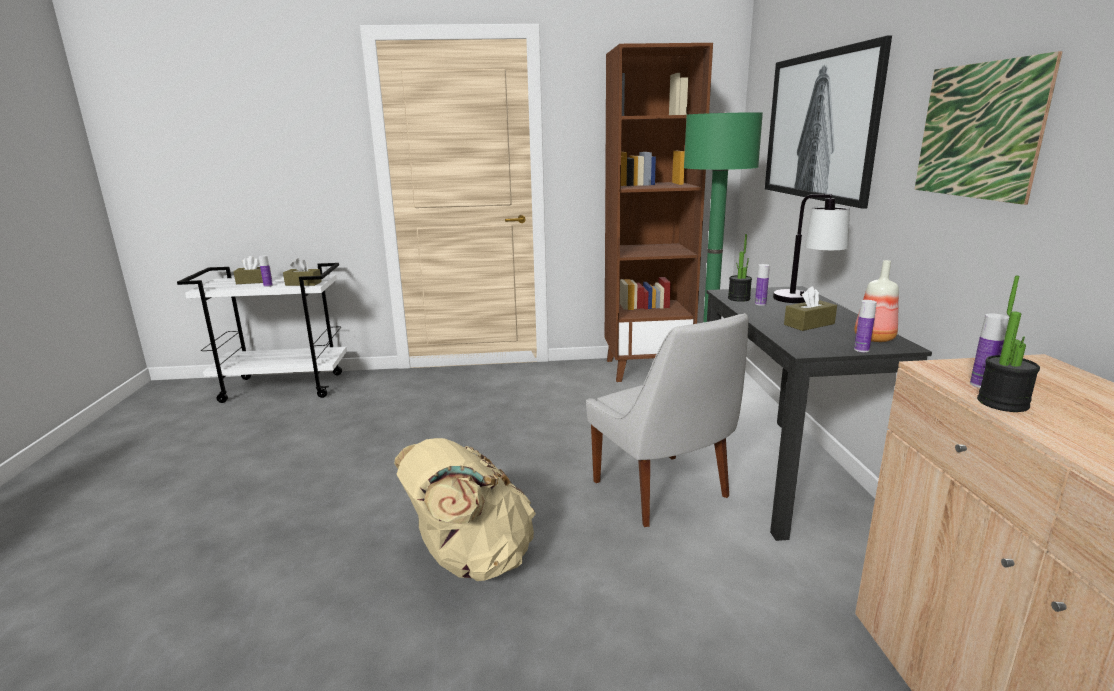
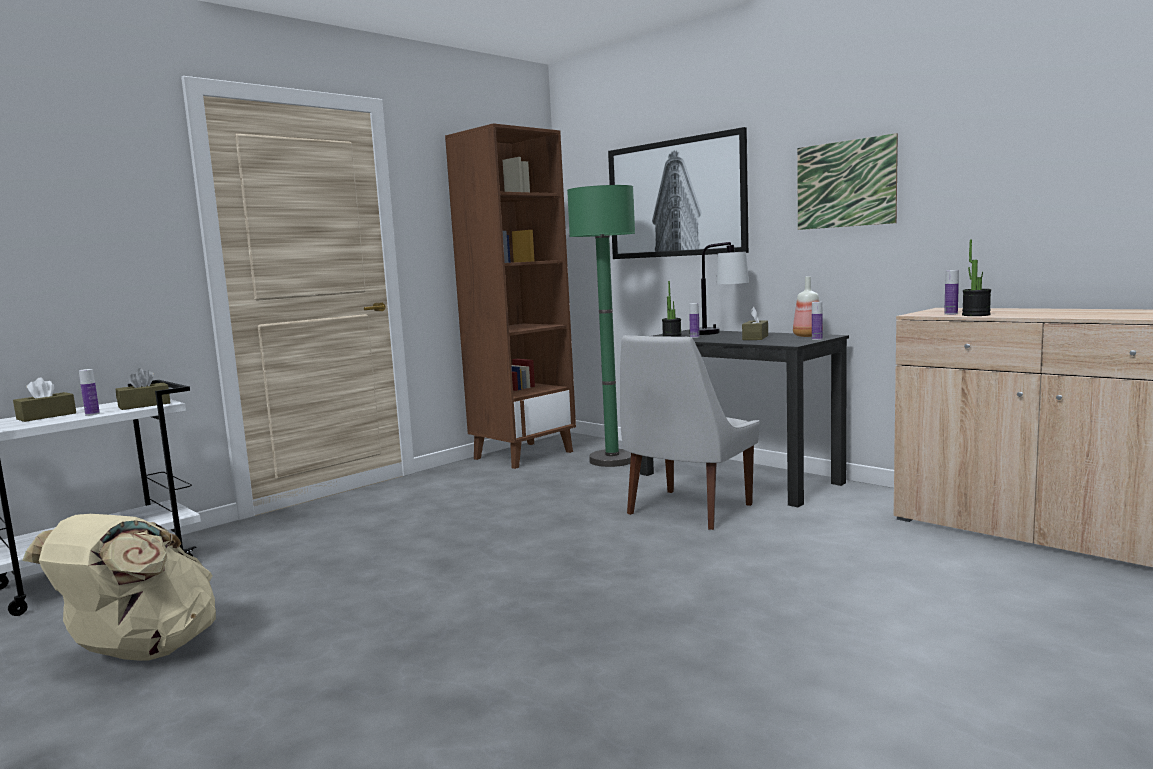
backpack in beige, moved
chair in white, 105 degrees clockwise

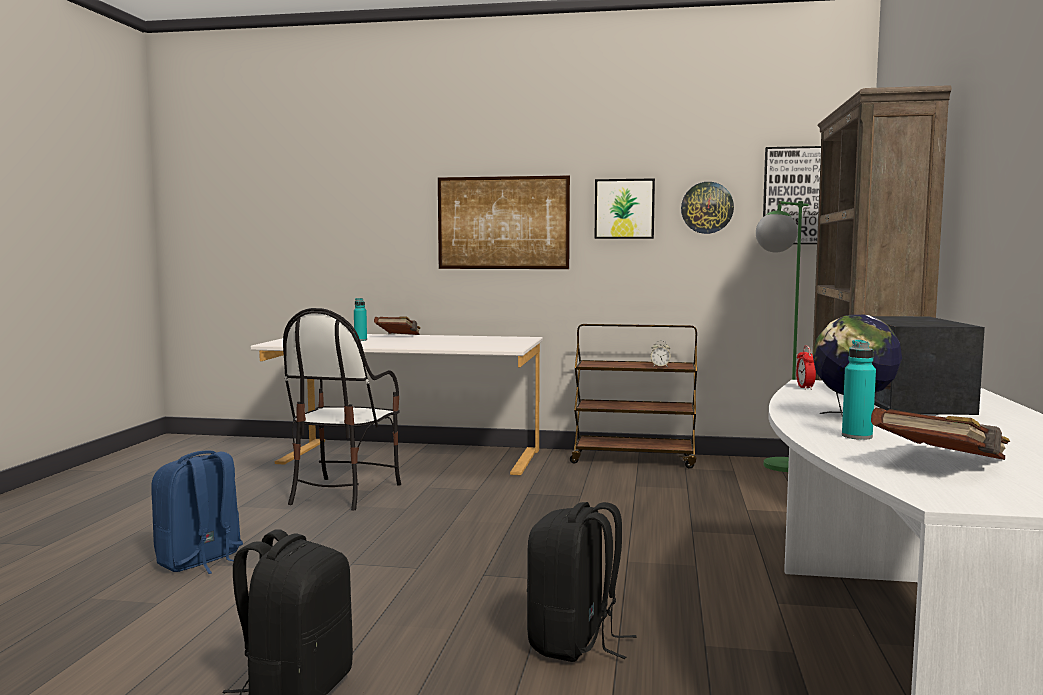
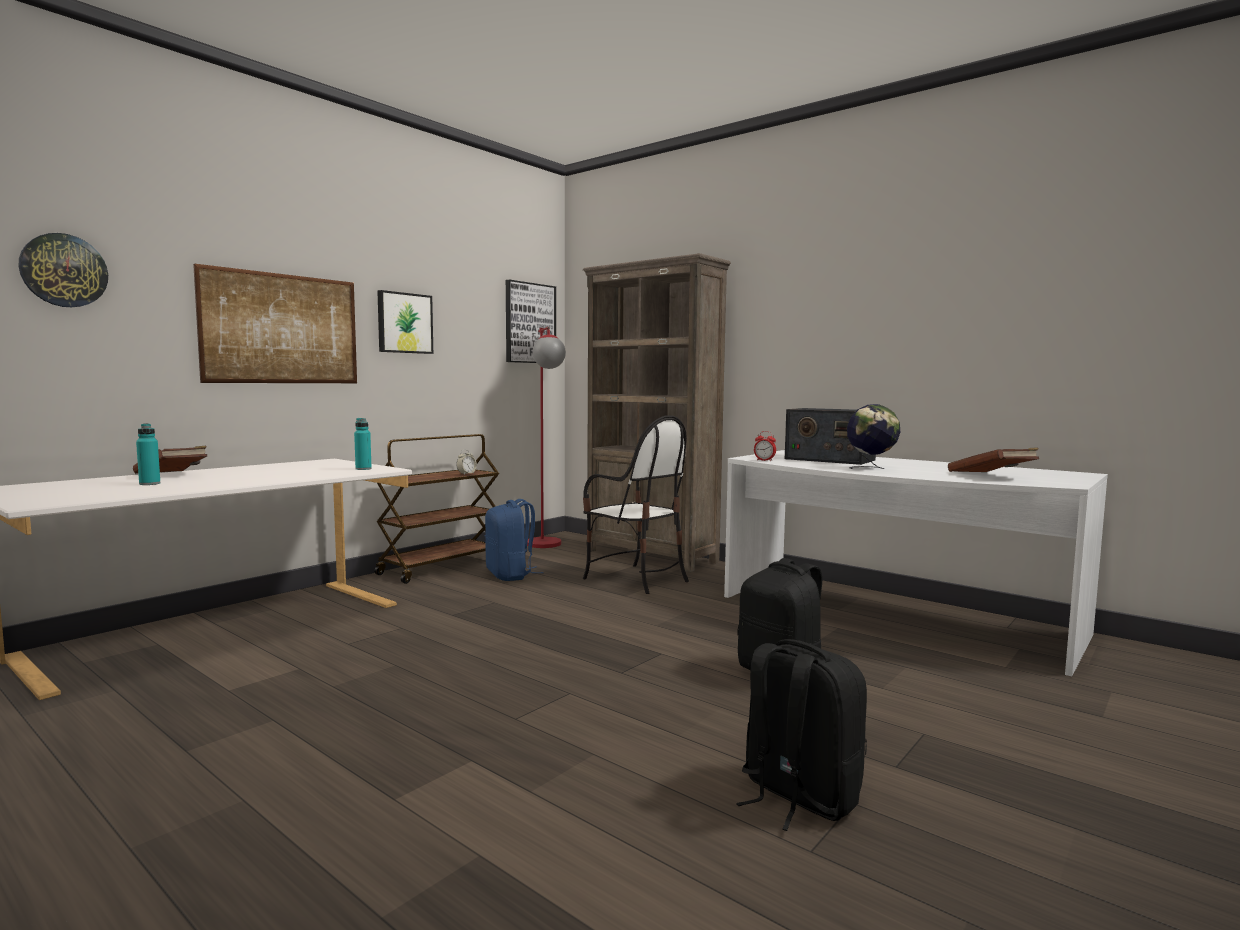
wall clock, moved
bottle in turquoise (2nd from left), moved
backpack in blue, moved
floor lamp in green → floor lamp in red
chair, moved

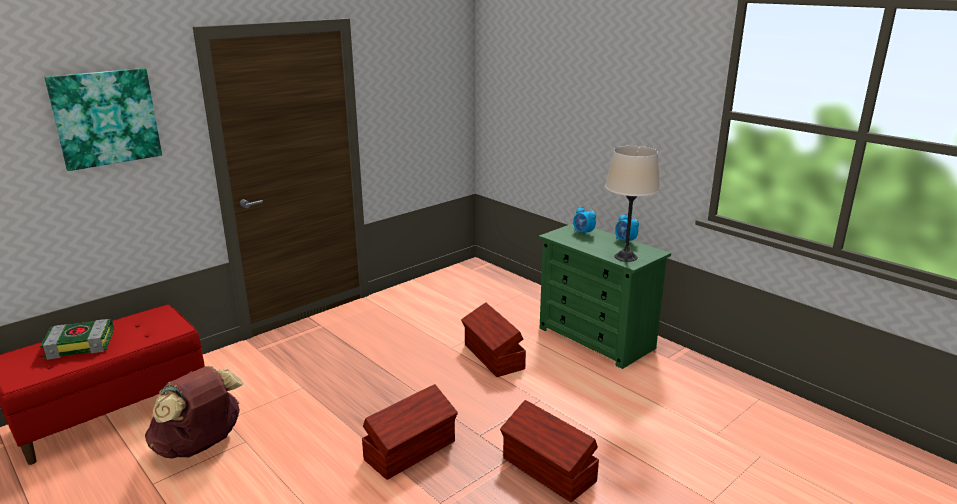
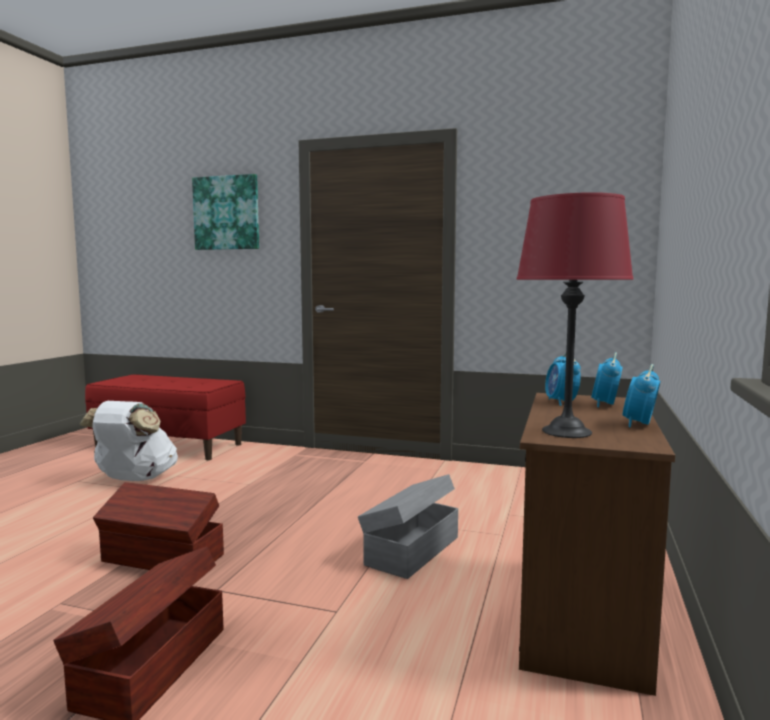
backpack in brown → backpack in white
storage box in brown (2nd from left) → storage box in grey
table lamp in beige → table lamp in red
dresser in green → dresser in brown
- → alarm clock (1st from left)
book → -

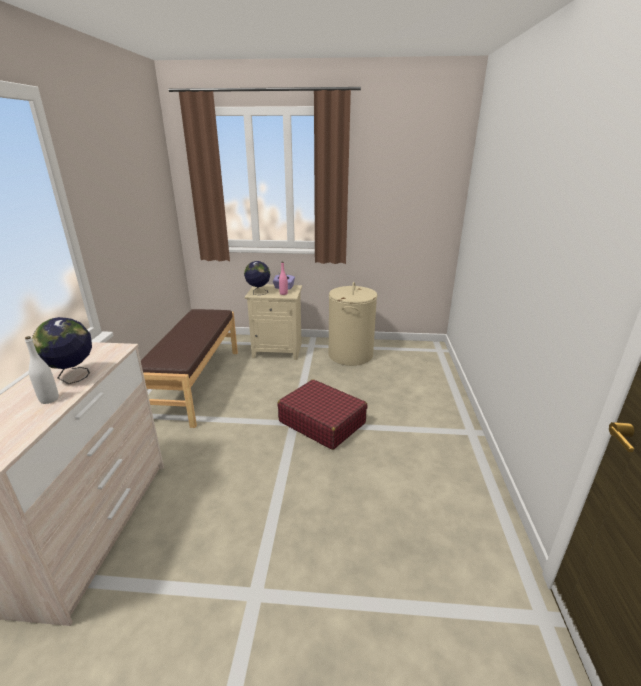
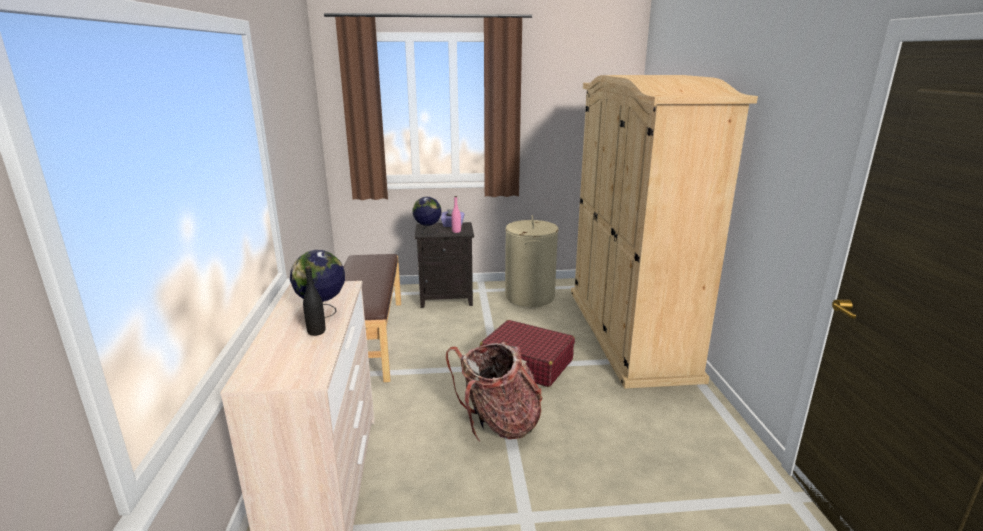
bottle in white → bottle in black
nightstand in beige → nightstand in black
- → backpack
- → wardrobe in beige

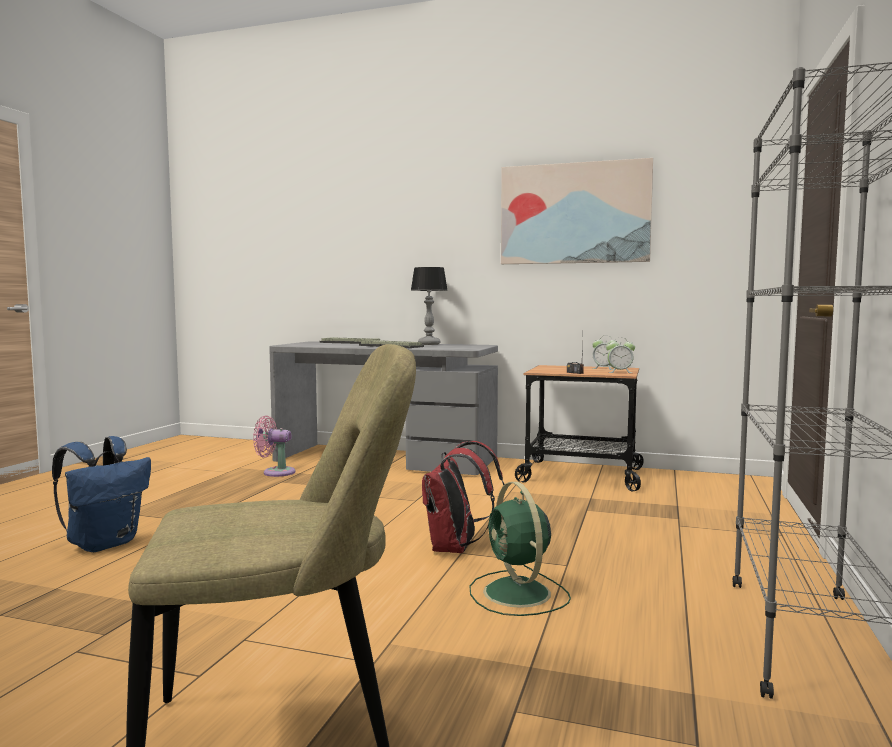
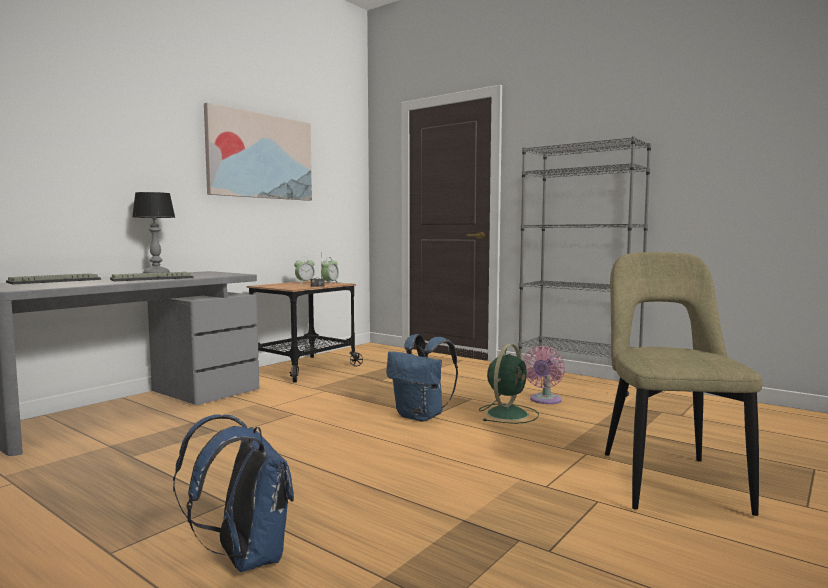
backpack in red → backpack in blue (2nd from left)
fan in green, 60 degrees counterclockwise
fan in pink, moved

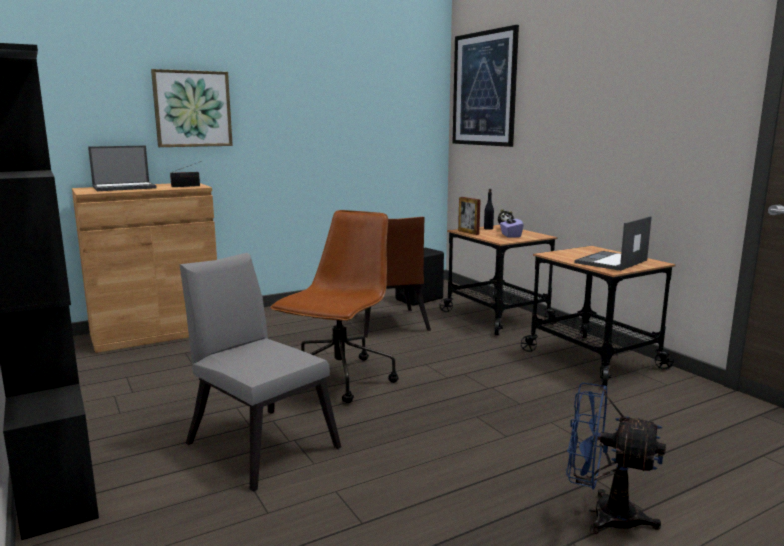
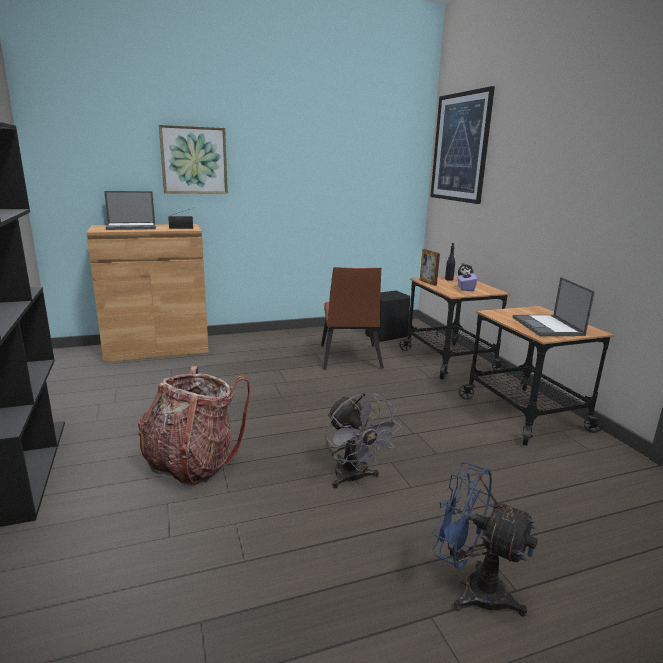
chair in grey → backpack
- → fan in grey
laptop (2nd from left), 60 degrees counterclockwise
office chair in brown → -

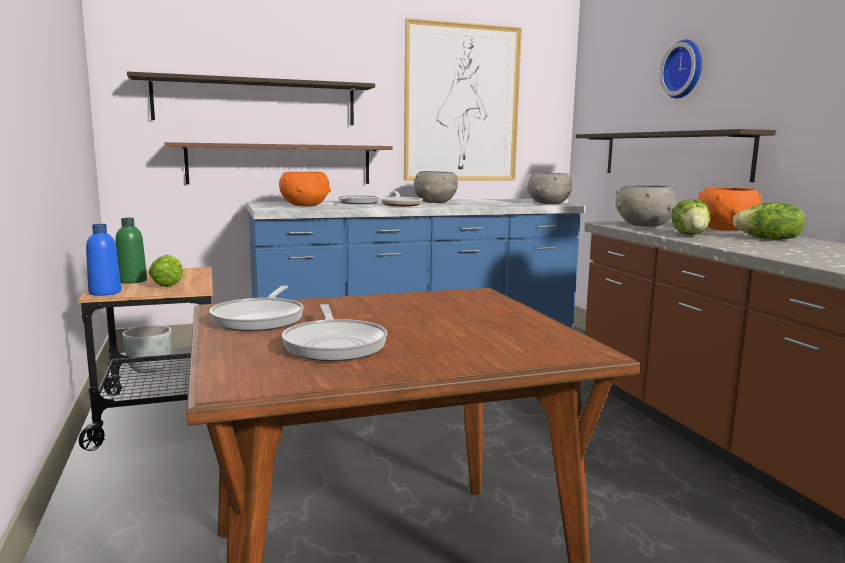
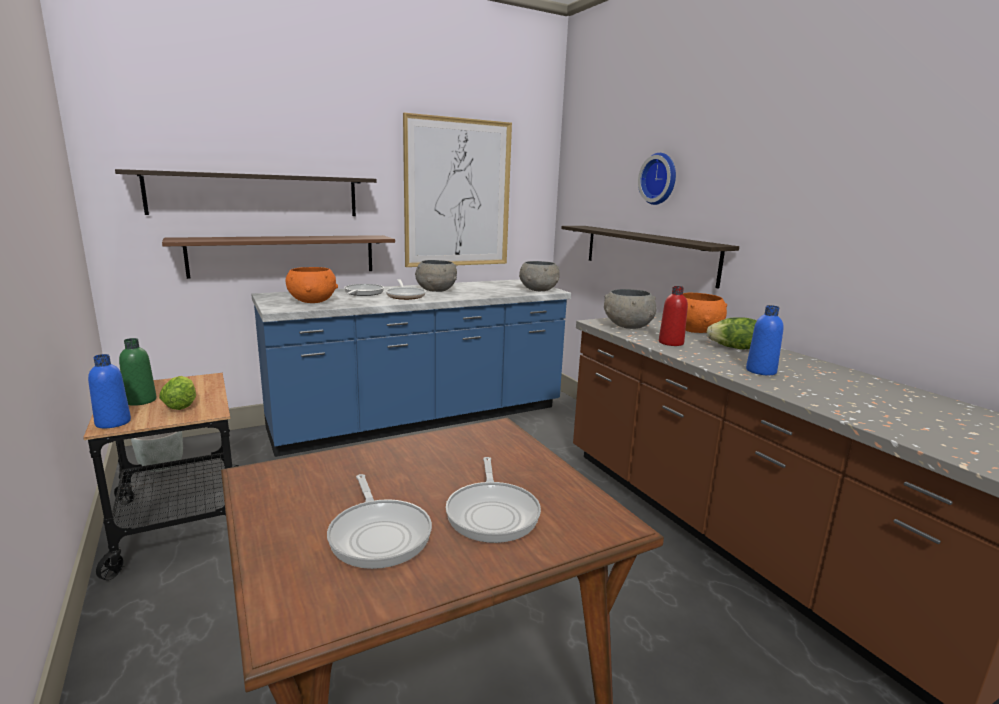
frying pan (1st from left in the first image) → frying pan (4th from left), moved
lettuce (2nd from left) → bottle in red
- → bottle in blue (2nd from left)

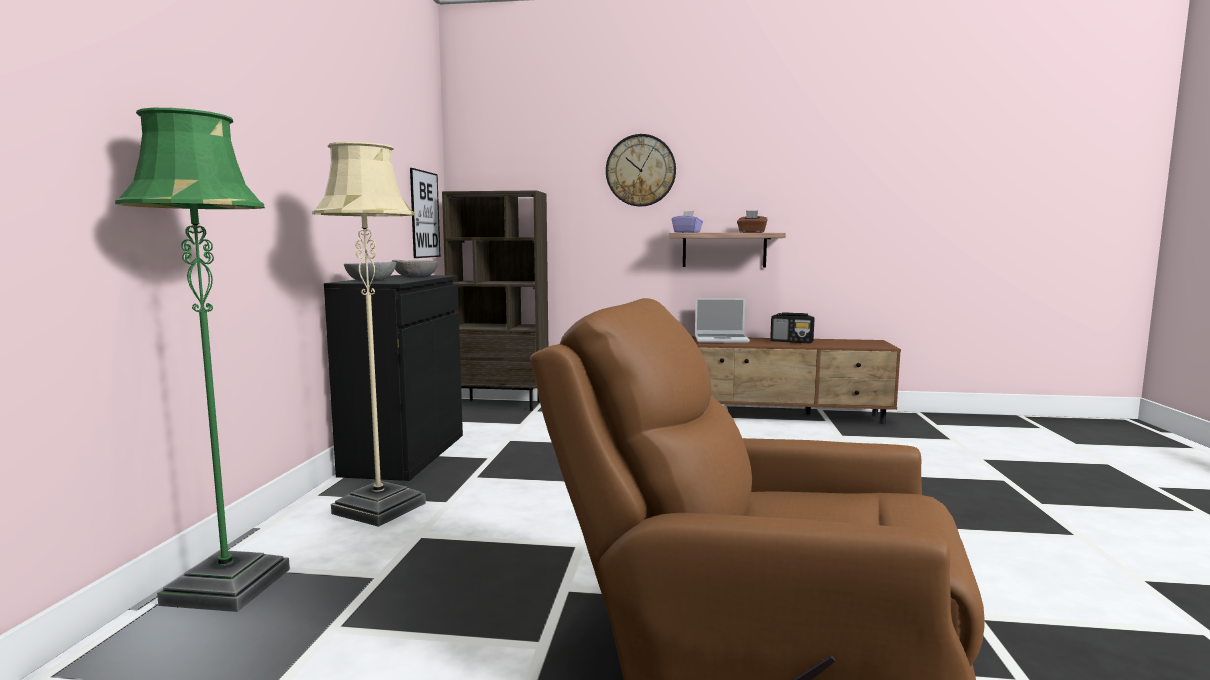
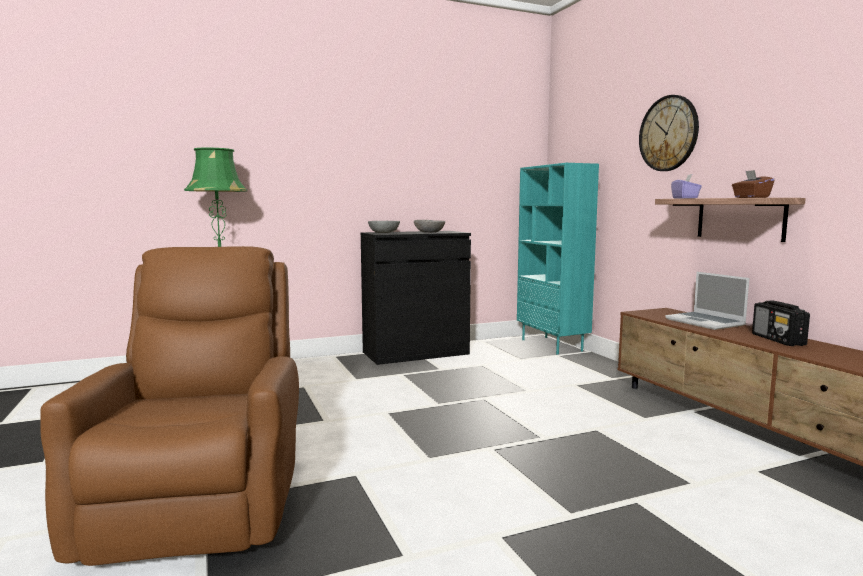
bookcase in brown → bookcase in turquoise
floor lamp in beige → -
picture → -

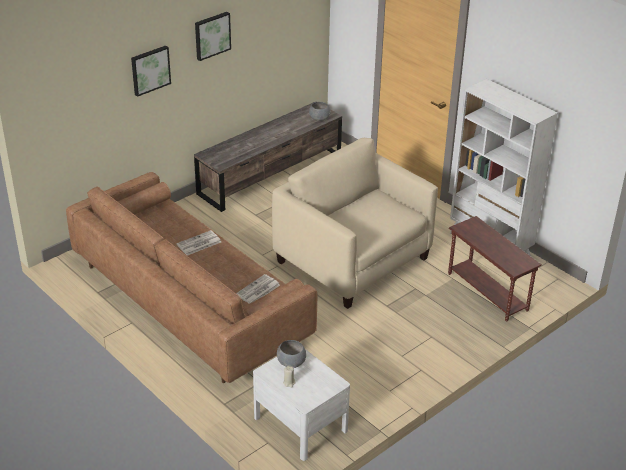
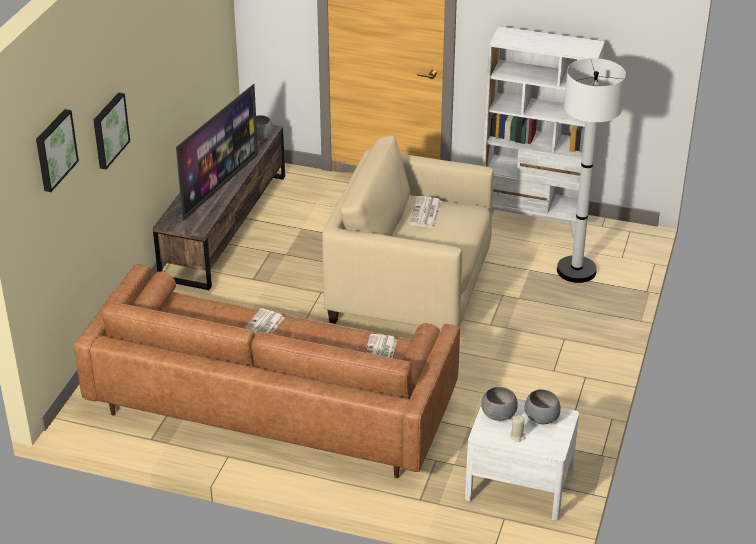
picture (2nd from left in the first image) → picture (1st from left), moved
- → television
- → newspaper (3rd from left)
- → bowl in grey (3rd from left)
side table in brown → floor lamp in white

